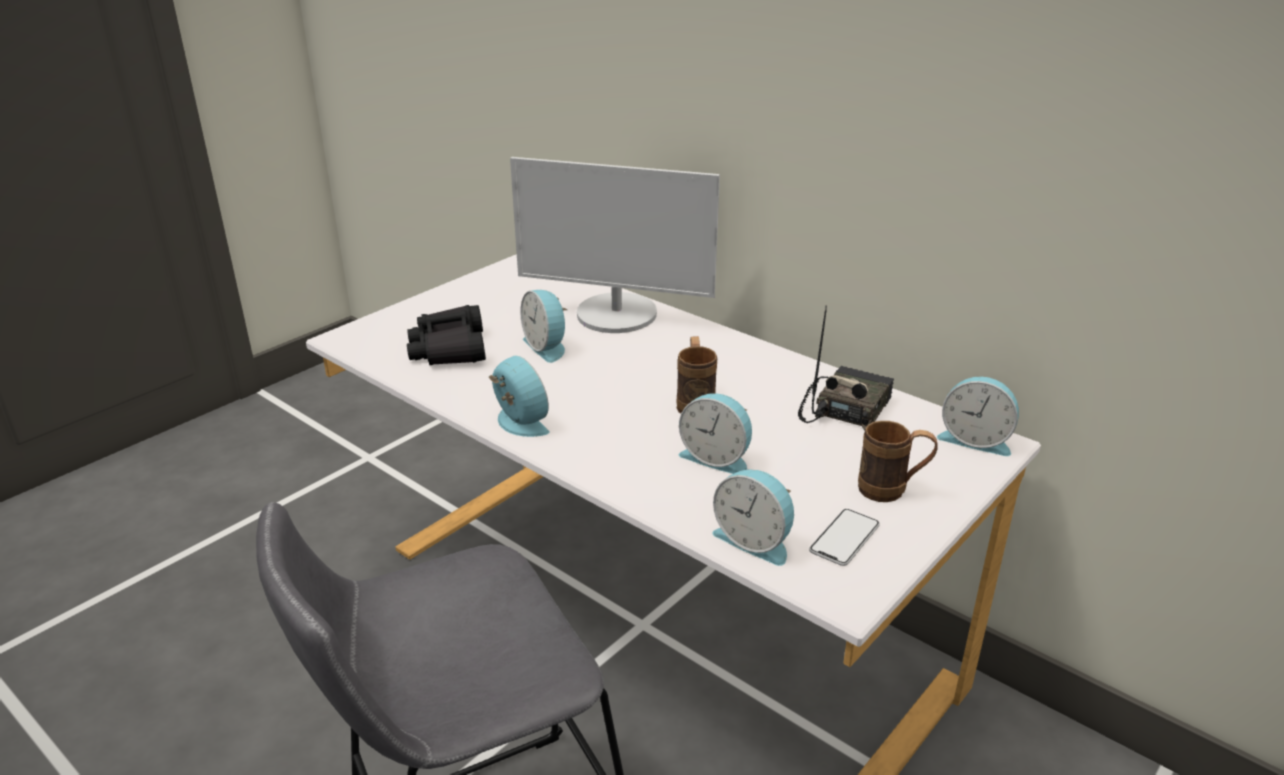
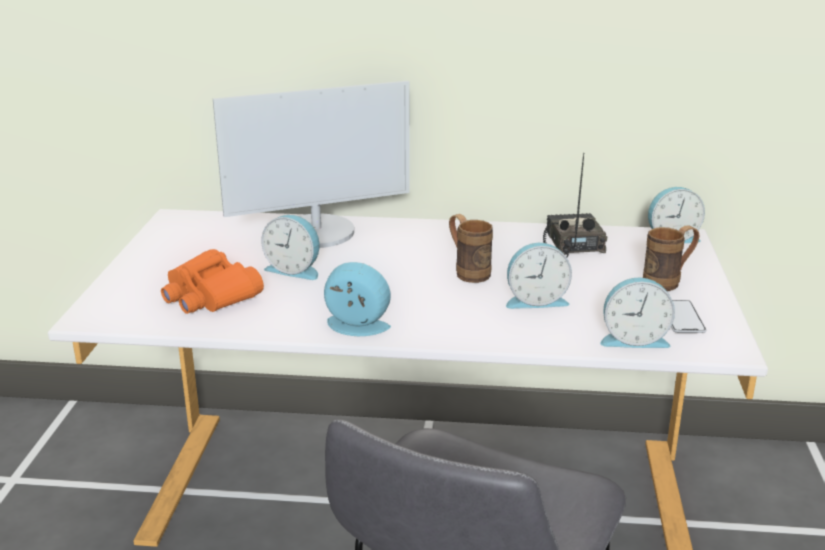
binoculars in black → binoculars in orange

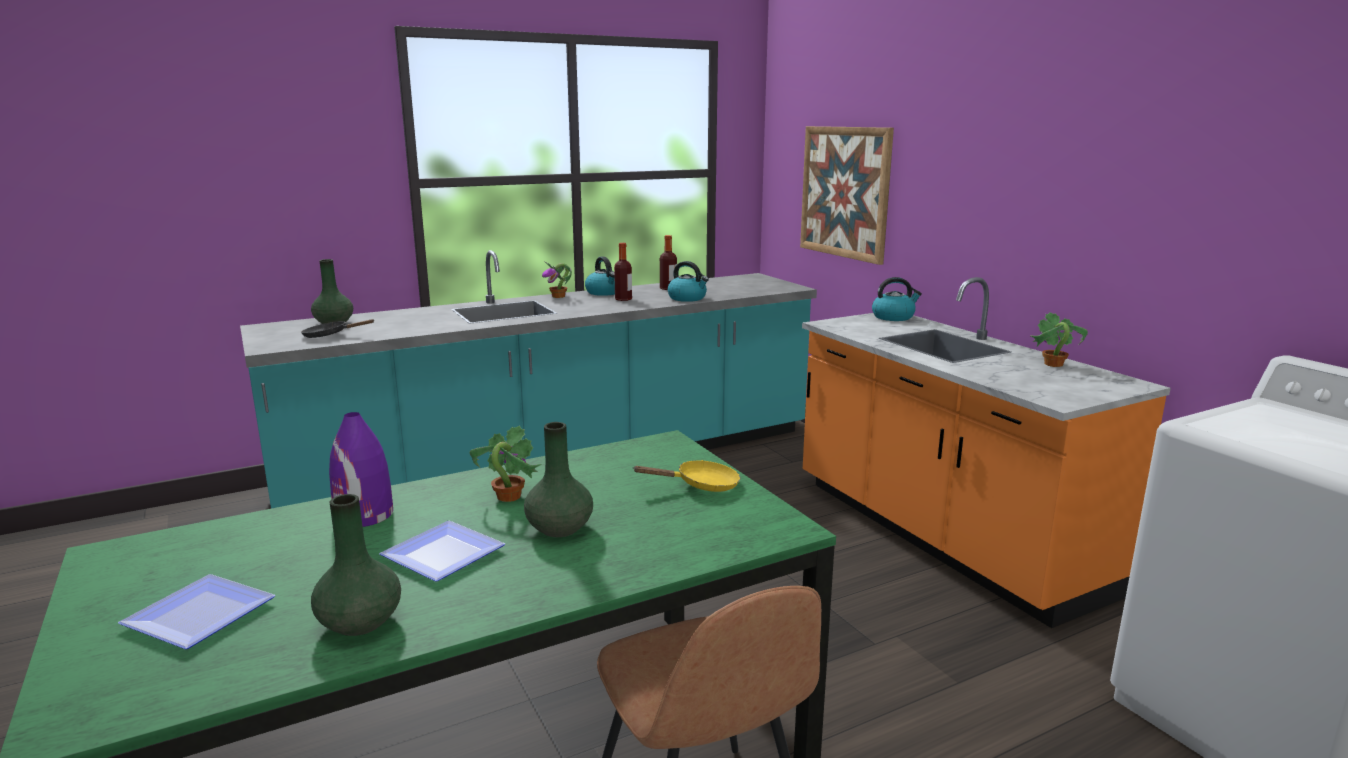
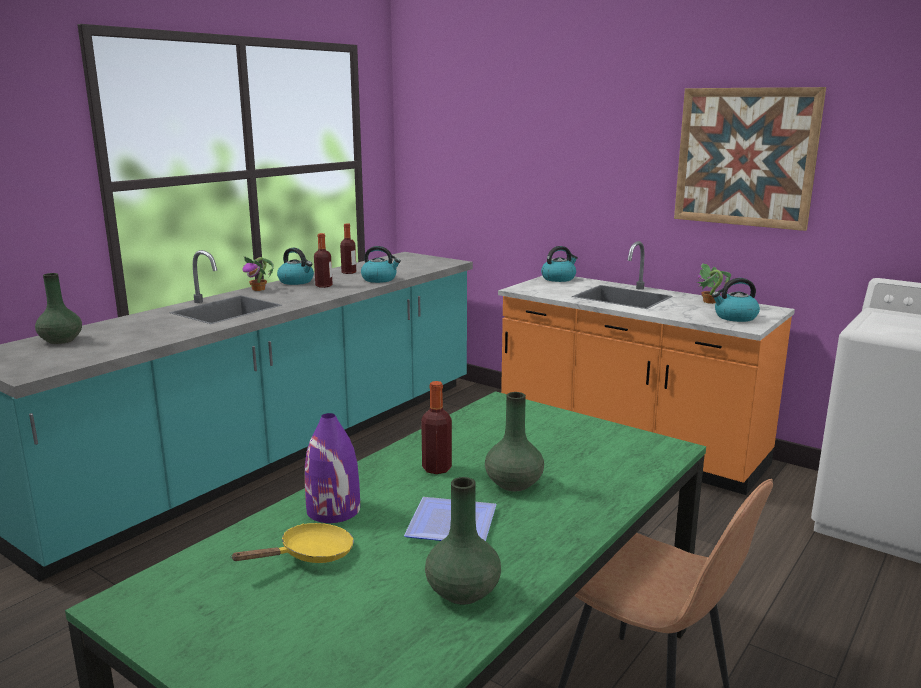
frying pan in yellow, moved
potted plant (1st from left) → bottle (3rd from left)
picture, moved
- → kettle (4th from left)
plate (1st from left) → -
frying pan in black → -

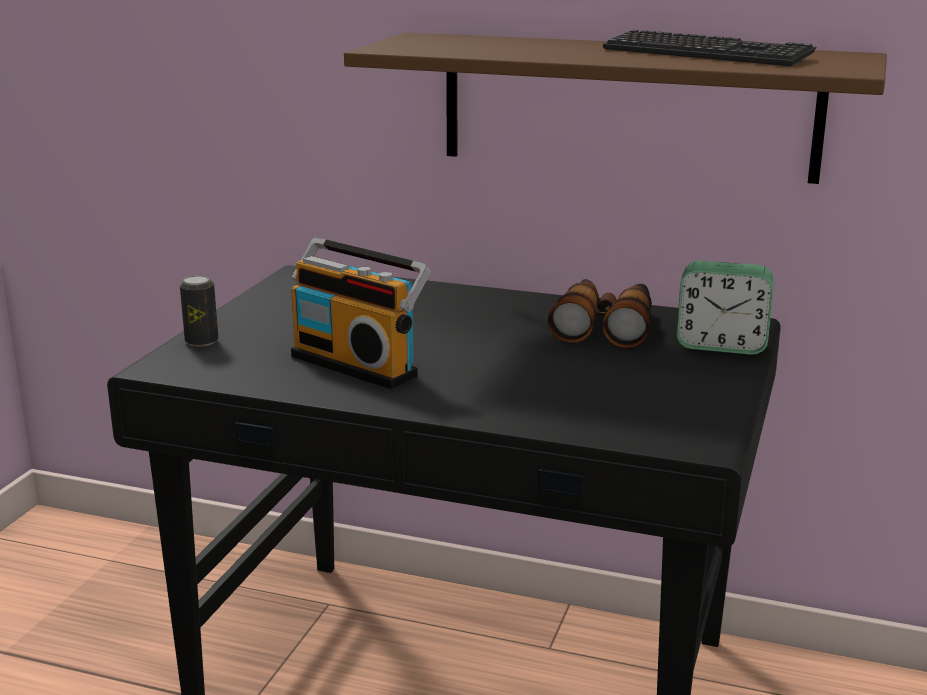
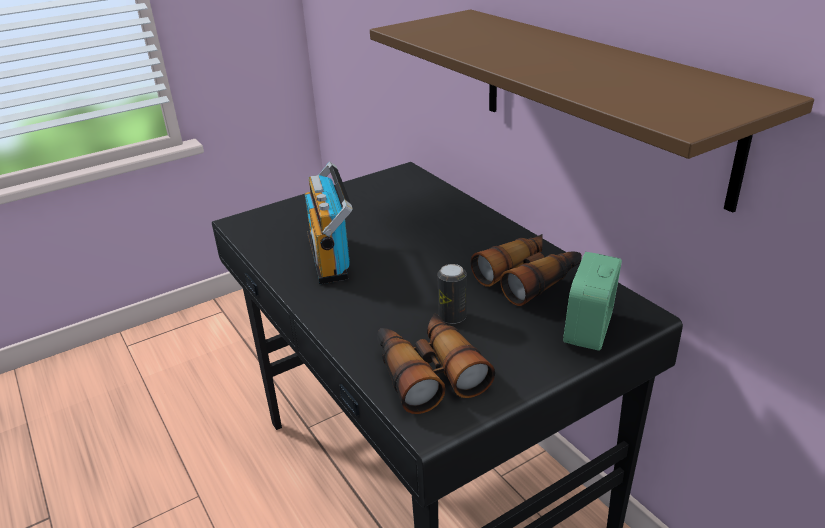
- → binoculars (1st from left)
can, moved
alarm clock, 60 degrees clockwise
keyboard → -

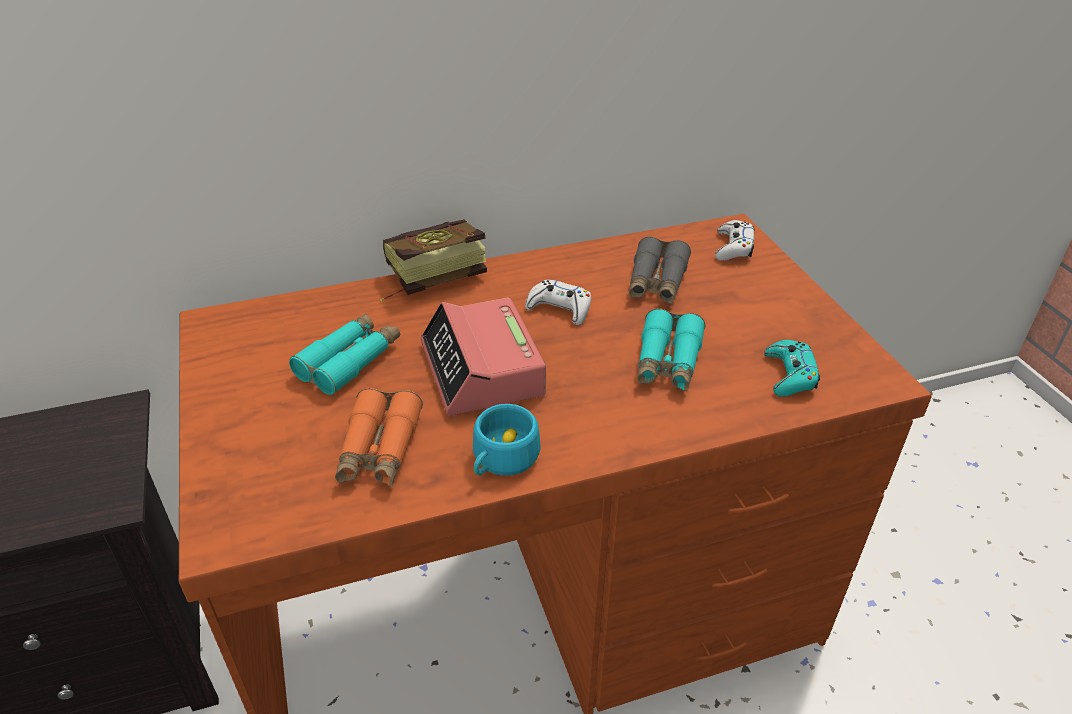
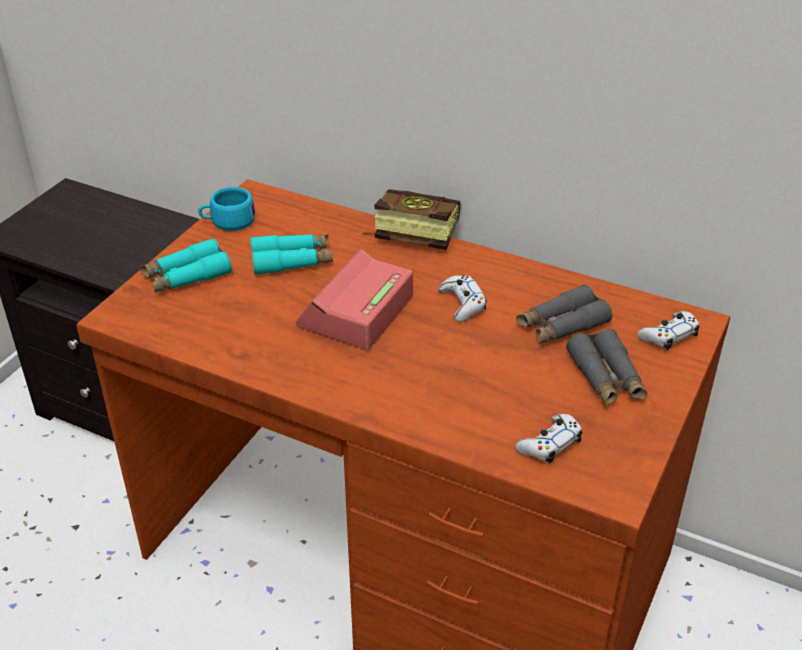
binoculars in turquoise (2nd from left in the first image) → binoculars in turquoise (1st from left), moved
cup in turquoise, moved
game controller in turquoise → game controller in white (2nd from left)
- → binoculars in grey (2nd from left)
binoculars in orange → -

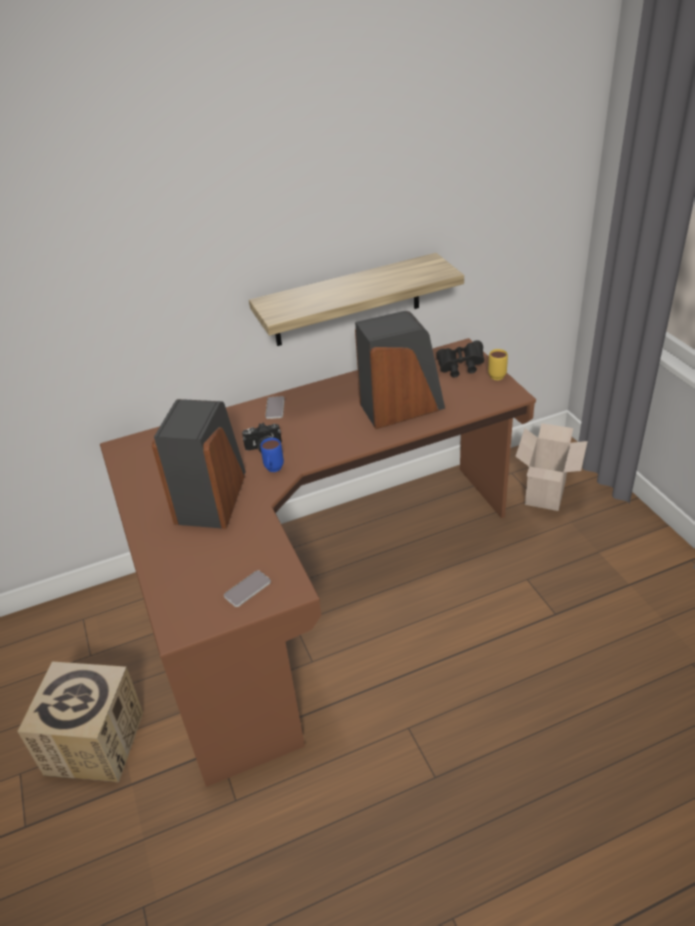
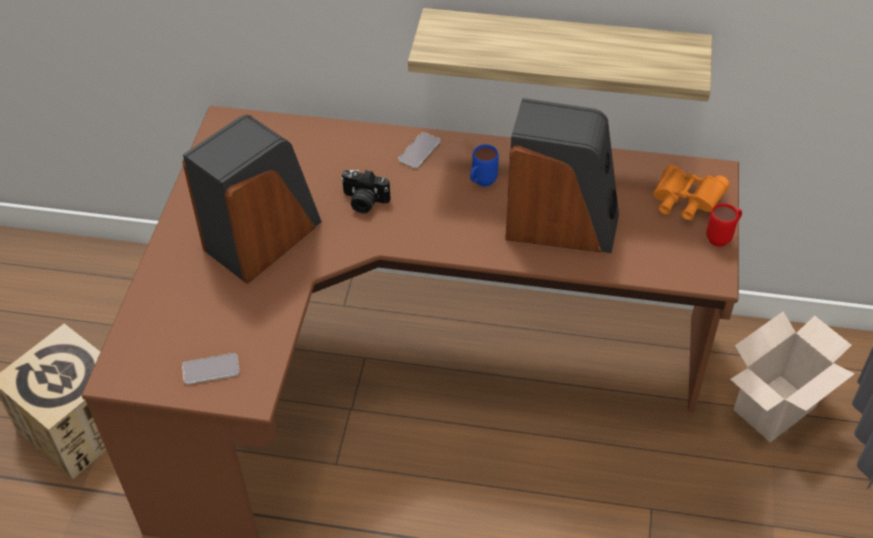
mug in blue, moved
binoculars in black → binoculars in orange
mug in yellow → mug in red

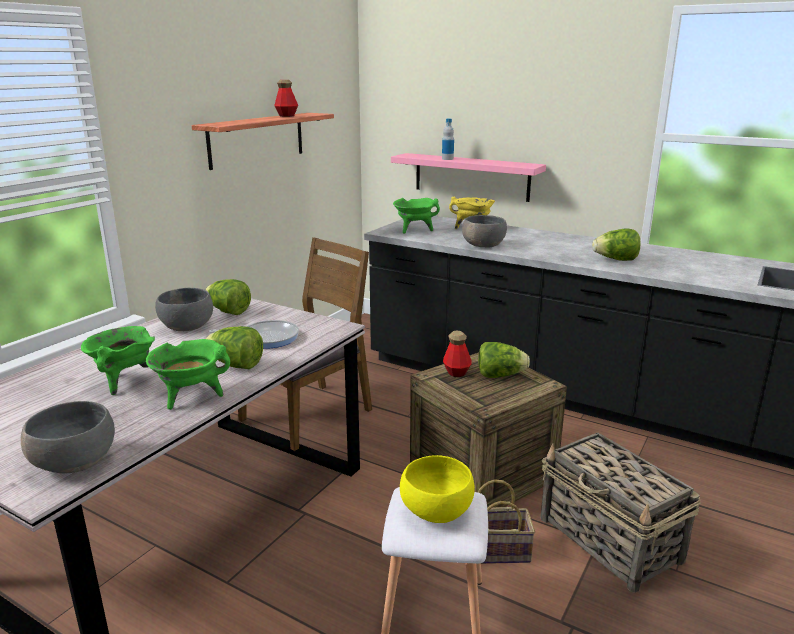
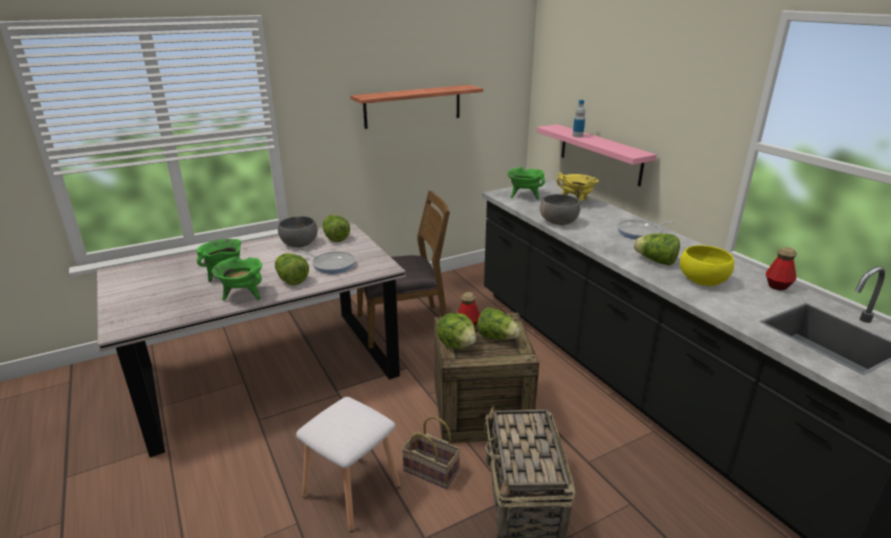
- → lettuce (3rd from left)
- → frying pan (2nd from left)
bowl in yellow, moved
bottle (1st from left in the first image) → bottle (3rd from left), moved
bowl in grey (1st from left) → -

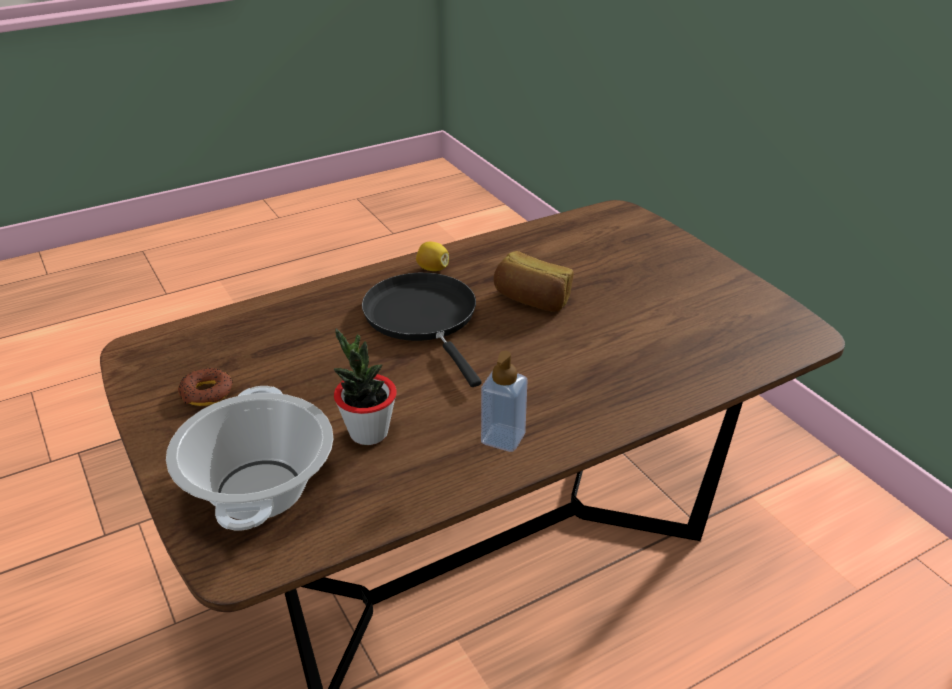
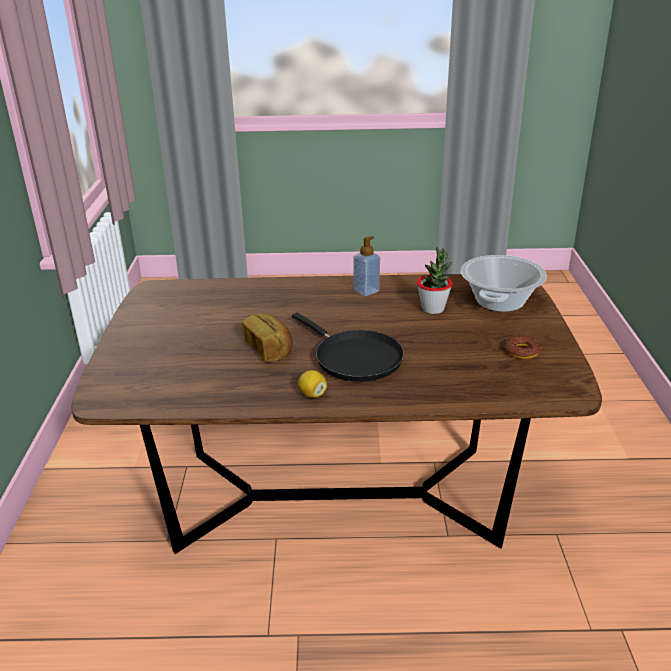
frying pan in black, 45 degrees counterclockwise

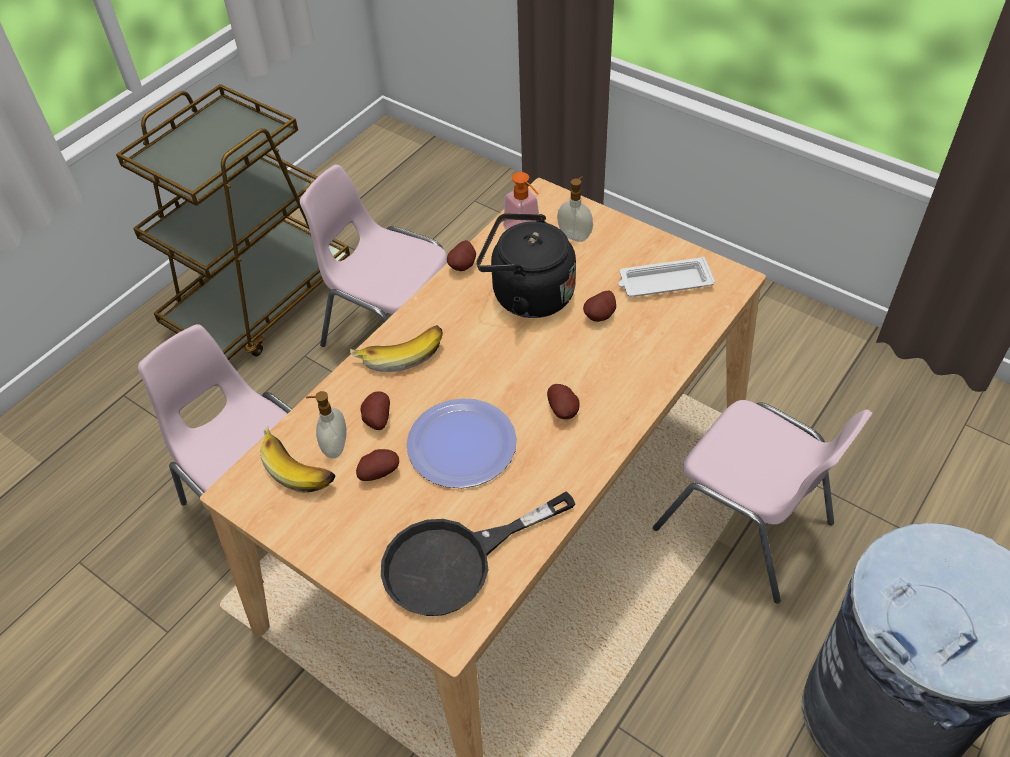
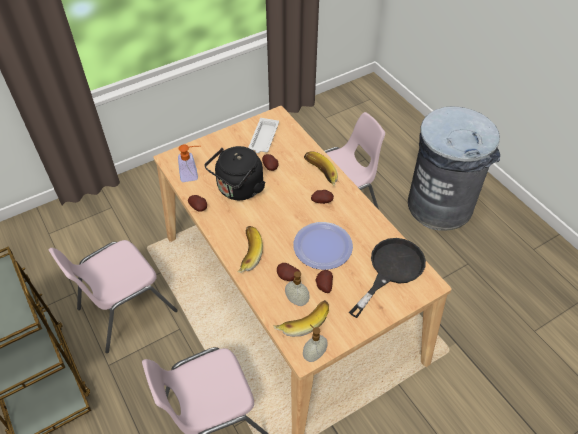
soap dispenser (3rd from left), moved
- → banana (3rd from left)
frying pan in black, 135 degrees counterclockwise

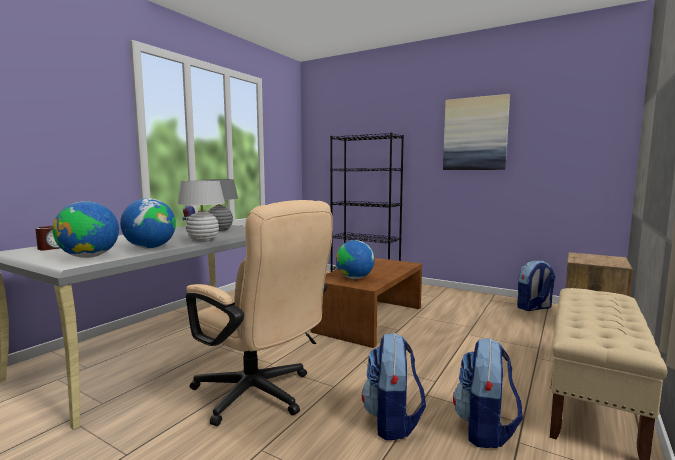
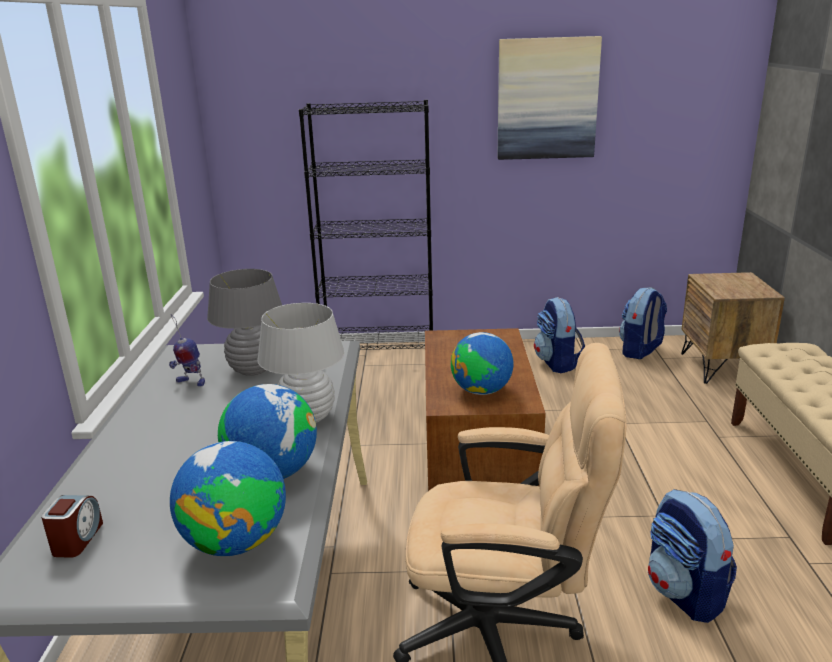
backpack (2nd from left in the first image) → backpack (1st from left), moved

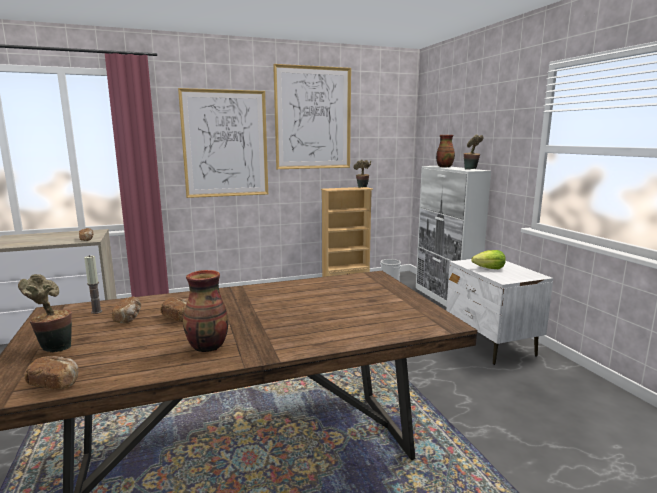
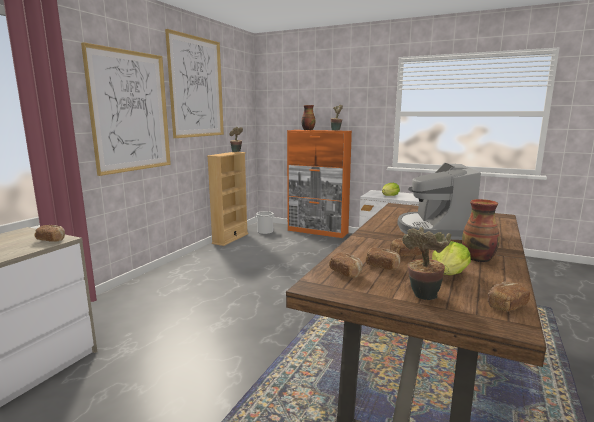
cabinet in white → cabinet in orange
candle → bread (2nd from left)
- → coffee machine
- → lettuce (2nd from left)

